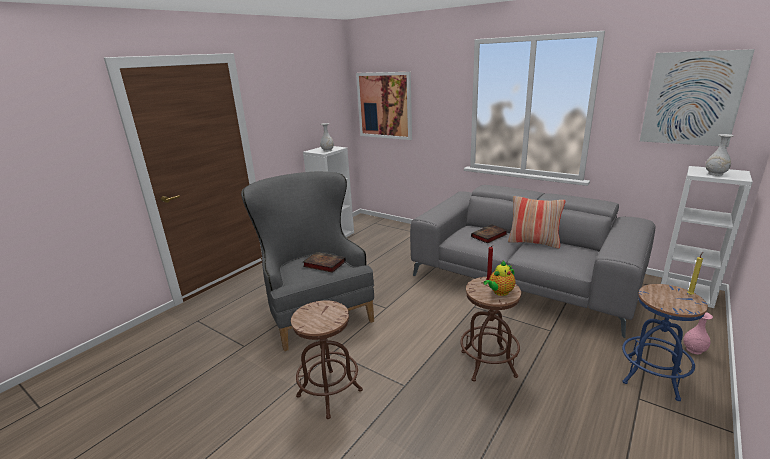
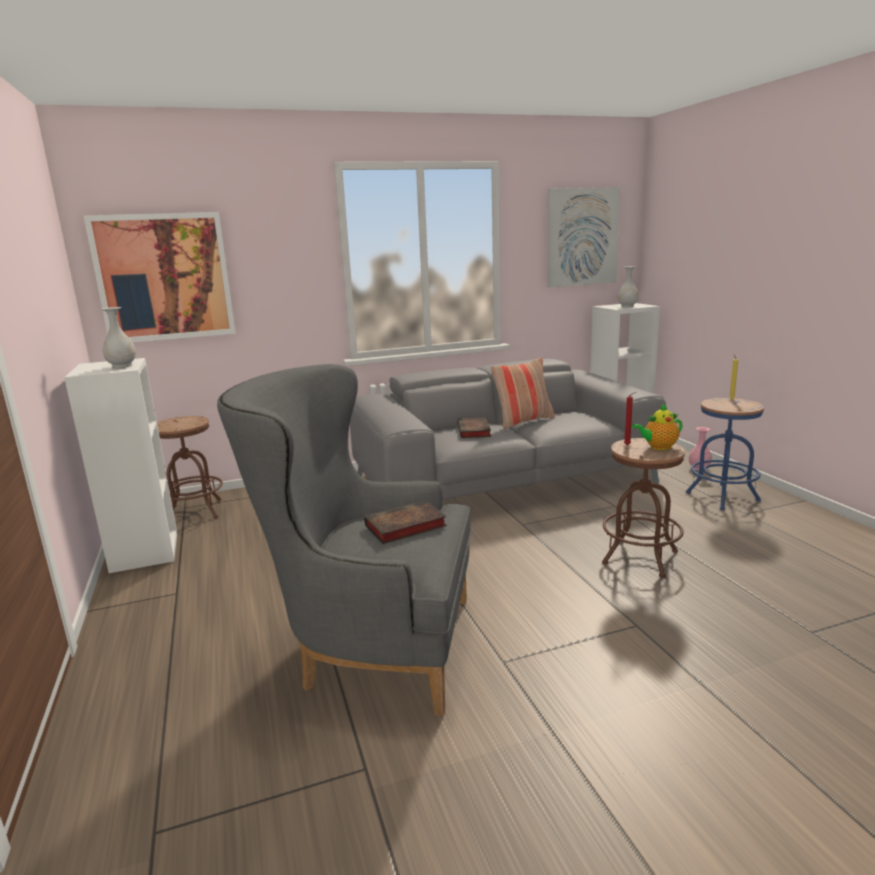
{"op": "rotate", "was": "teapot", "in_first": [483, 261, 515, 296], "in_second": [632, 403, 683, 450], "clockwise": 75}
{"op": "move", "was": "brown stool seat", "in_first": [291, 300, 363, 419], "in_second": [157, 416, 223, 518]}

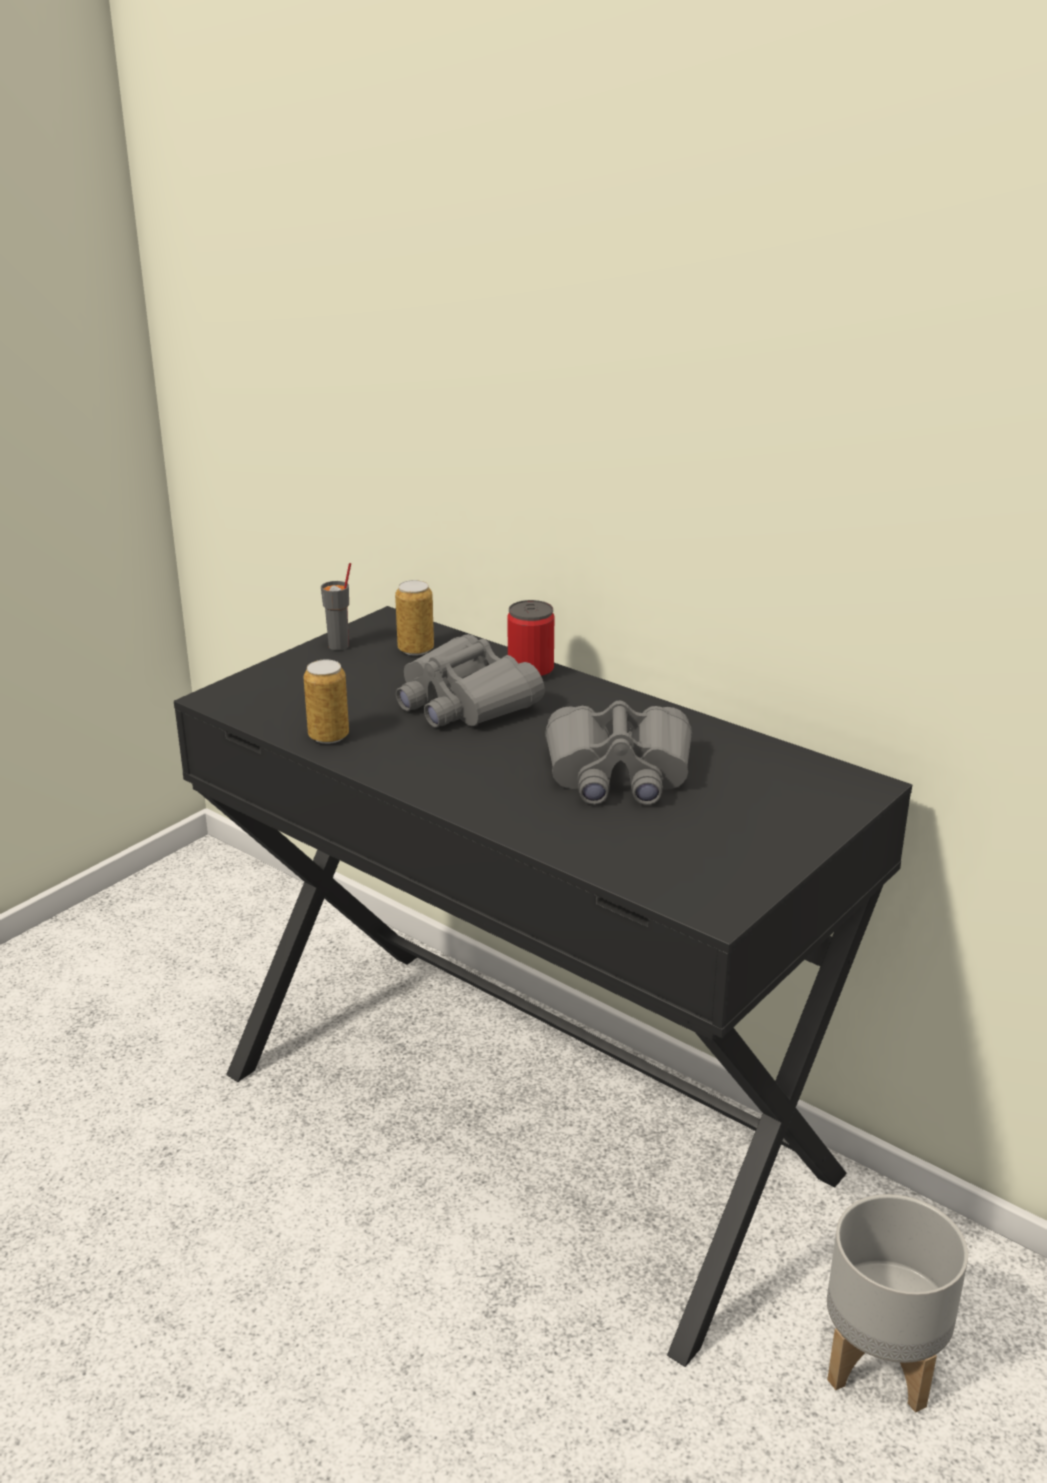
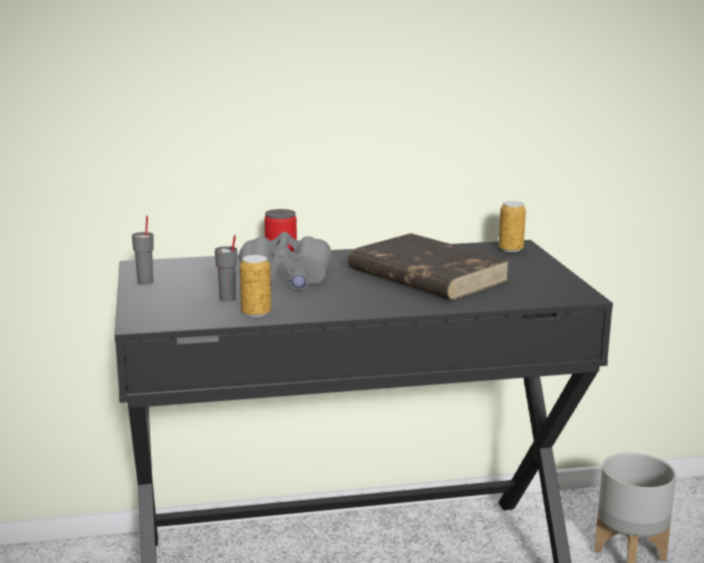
{"op": "move", "was": "sealed can", "in_first": [395, 580, 434, 656], "in_second": [499, 201, 526, 252]}
{"op": "replace", "was": "gray field glasses", "now": "brown bound book", "in_first": [545, 700, 692, 805], "in_second": [347, 233, 511, 300]}
{"op": "insert", "now": "gray drinking cup", "in_second": [215, 235, 237, 302]}

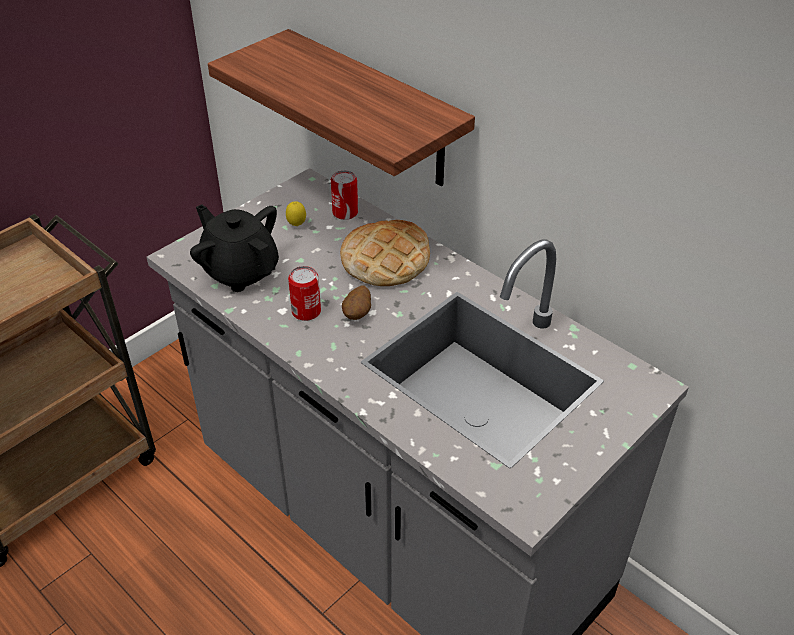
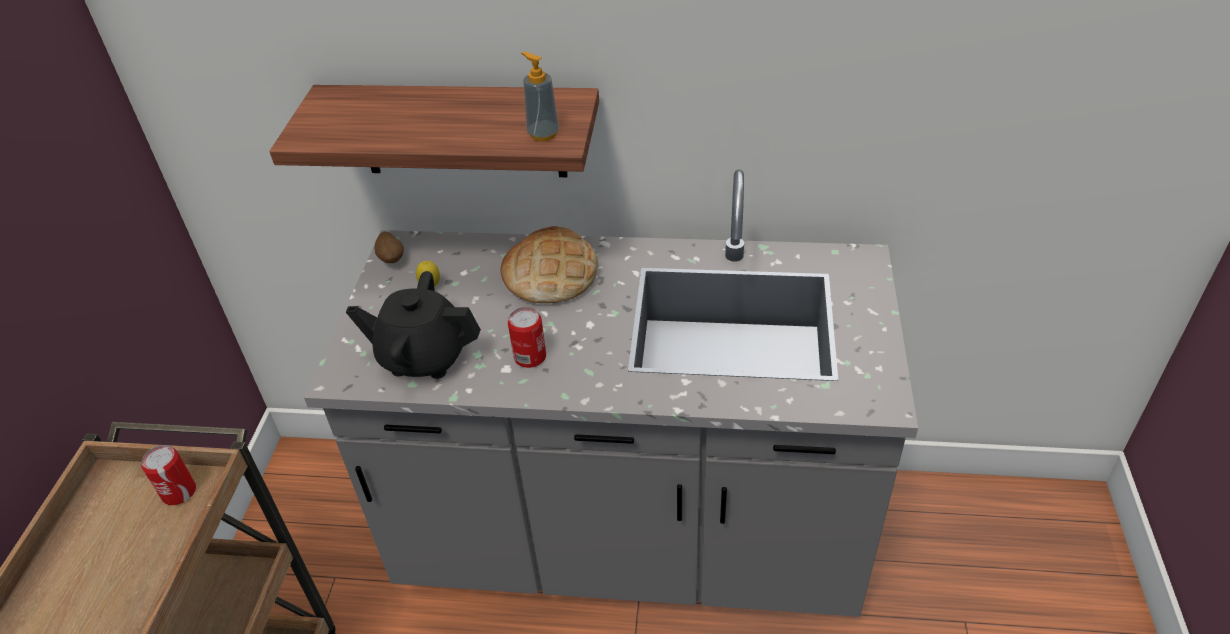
{"op": "move", "was": "sealed can", "in_first": [331, 170, 358, 220], "in_second": [142, 445, 196, 505]}
{"op": "move", "was": "potato", "in_first": [342, 285, 371, 320], "in_second": [374, 231, 404, 263]}
{"op": "insert", "now": "soap dispenser", "in_second": [521, 52, 559, 141]}

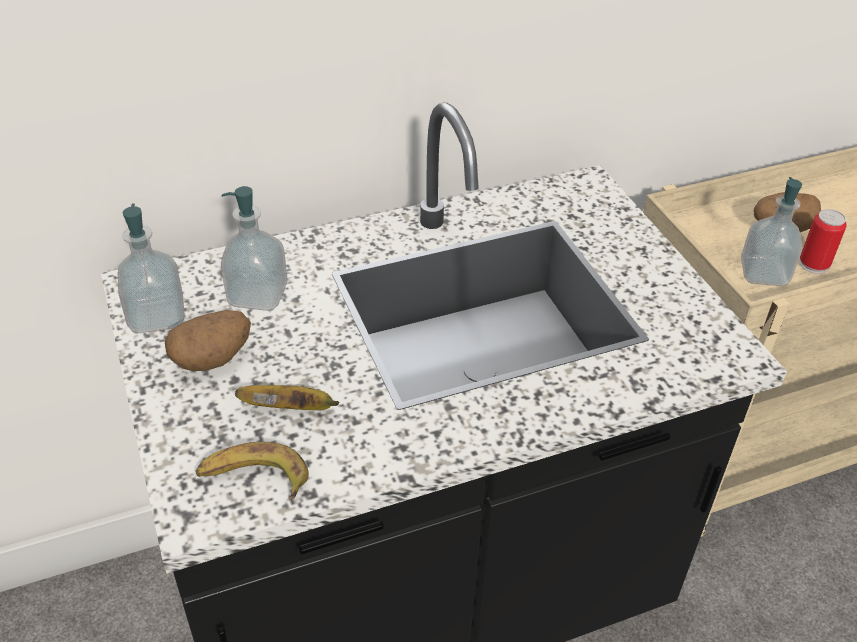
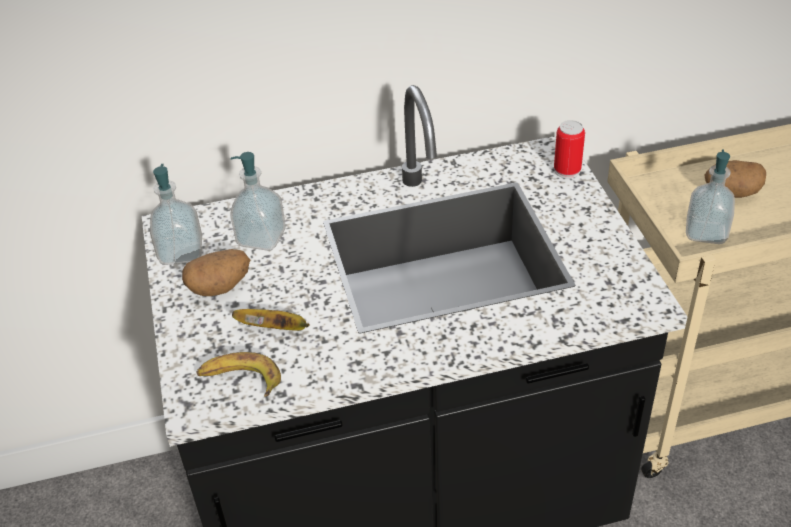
{"op": "move", "was": "sealed can", "in_first": [800, 209, 847, 274], "in_second": [554, 120, 585, 179]}

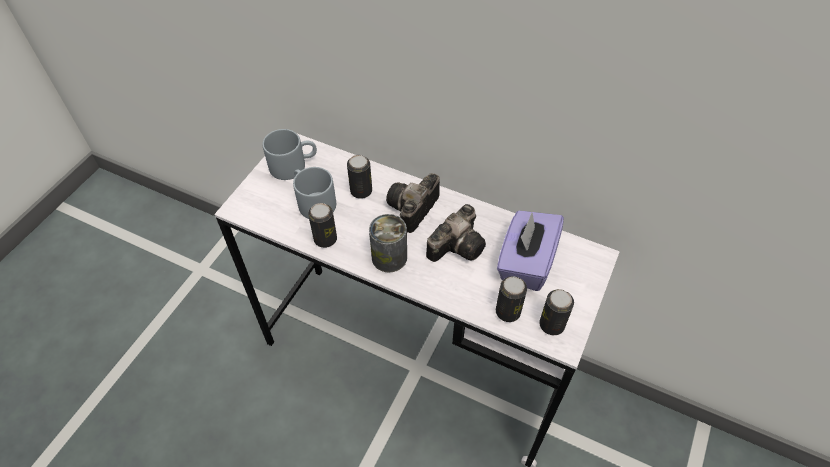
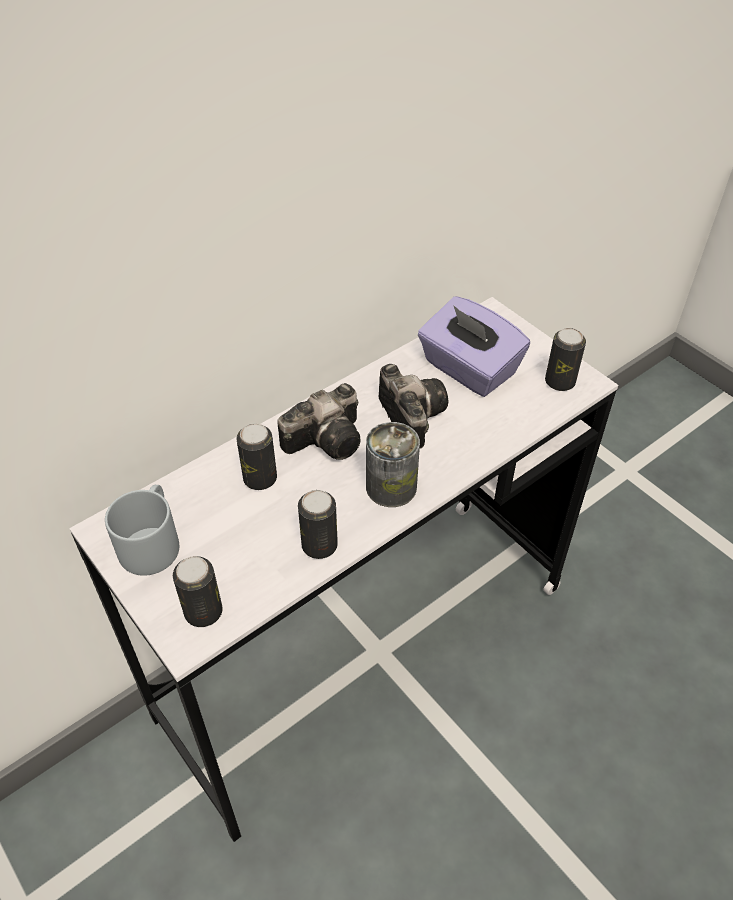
{"op": "delete", "was": "gray coffee mug", "in_first": [293, 167, 336, 219]}
{"op": "rotate", "was": "still camera", "in_first": [386, 173, 440, 233], "in_second": [278, 383, 360, 460], "clockwise": -90}
{"op": "move", "was": "sealed can", "in_first": [496, 276, 527, 322], "in_second": [173, 556, 223, 627]}

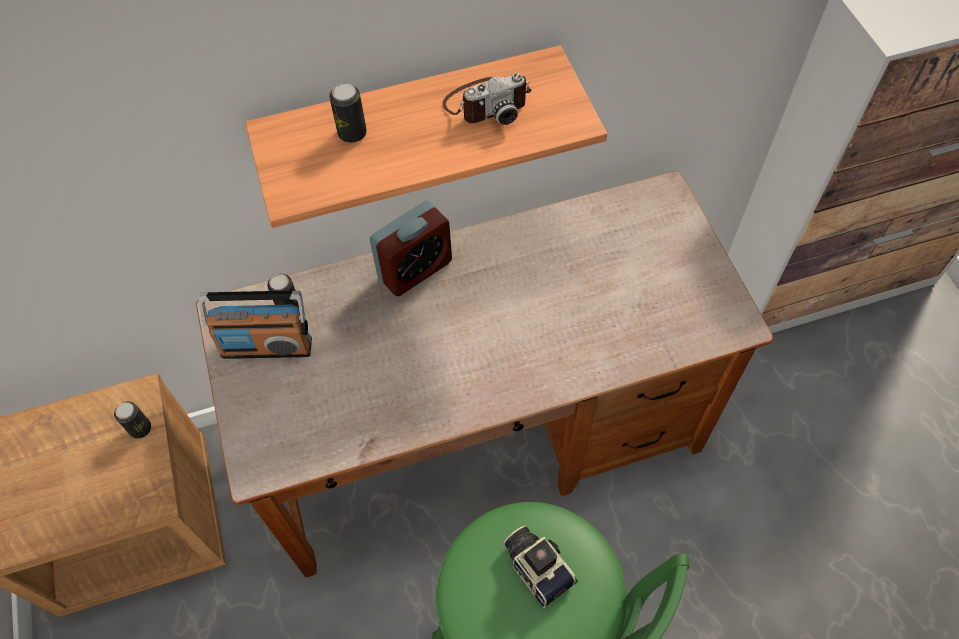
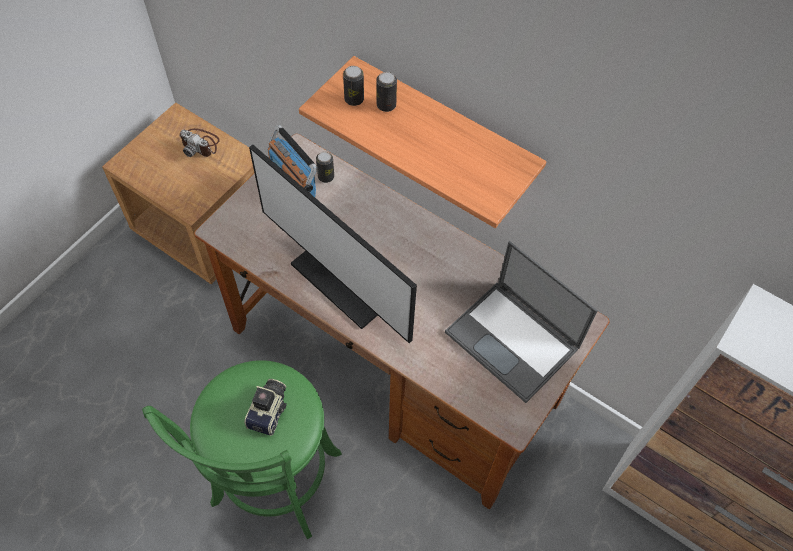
{"op": "move", "was": "still camera", "in_first": [442, 73, 532, 125], "in_second": [180, 128, 220, 157]}
{"op": "delete", "was": "table clock", "in_first": [370, 201, 452, 297]}
{"op": "move", "was": "sealed can", "in_first": [114, 401, 151, 439], "in_second": [343, 66, 364, 106]}
{"op": "insert", "now": "monitor", "in_second": [249, 144, 417, 343]}
{"op": "insert", "now": "notebook computer", "in_second": [445, 241, 598, 403]}

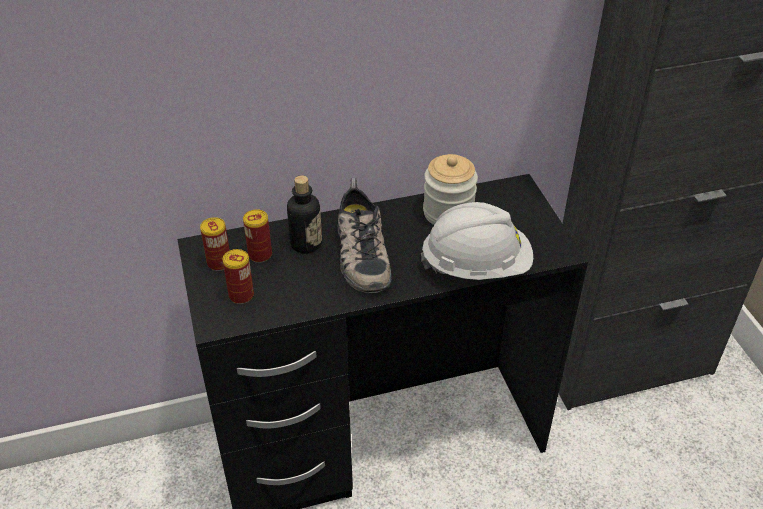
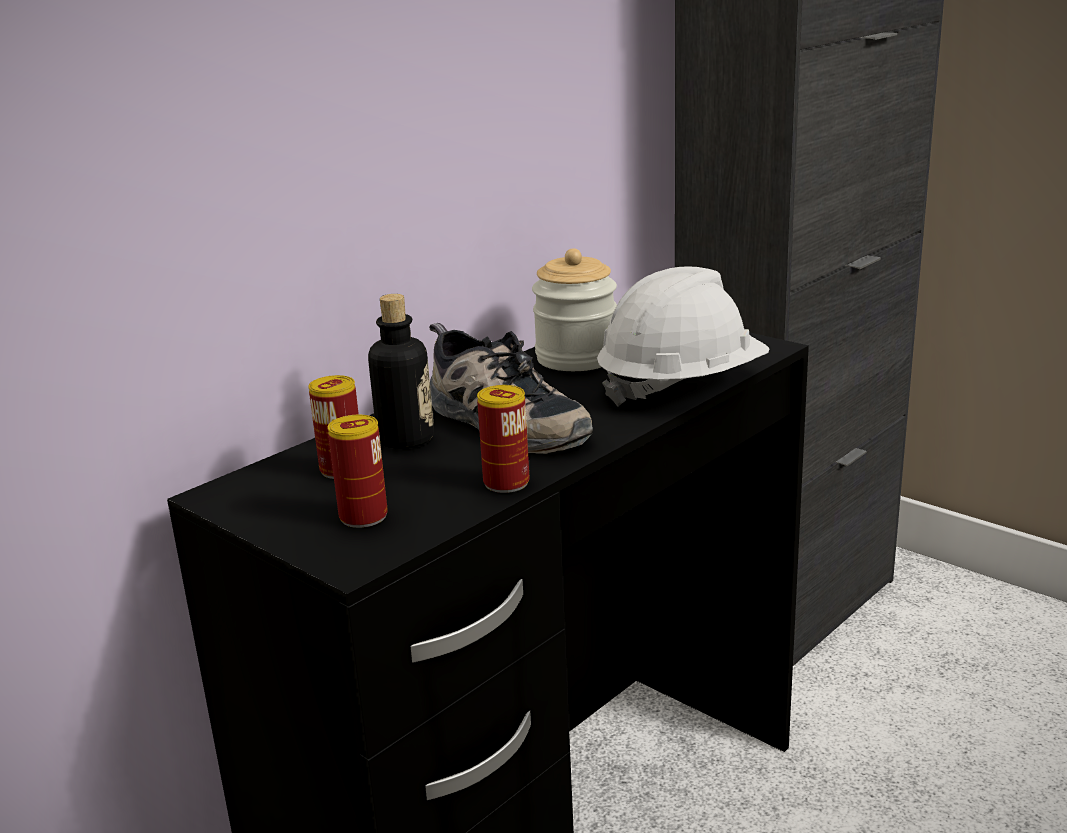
{"op": "move", "was": "sealed can", "in_first": [200, 217, 230, 271], "in_second": [477, 385, 530, 493]}

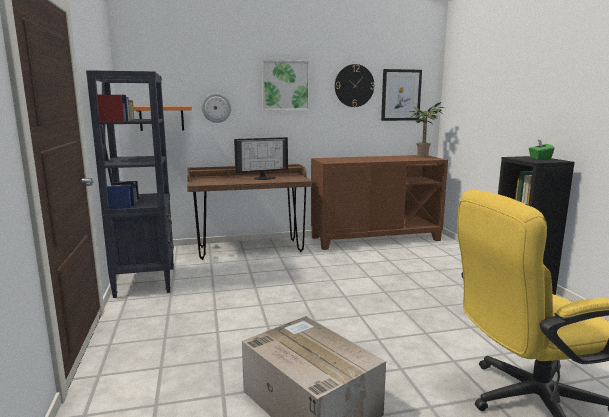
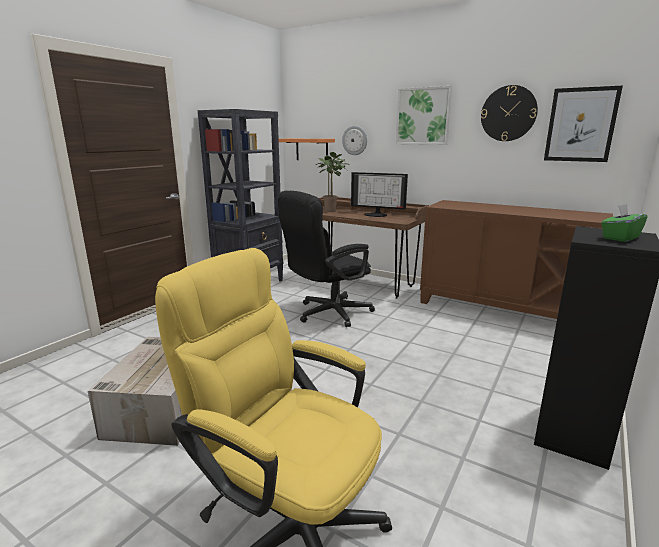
{"op": "move", "was": "houseplant", "in_first": [409, 102, 444, 158], "in_second": [316, 152, 347, 212]}
{"op": "insert", "now": "blackish office chair", "in_second": [278, 191, 375, 327]}

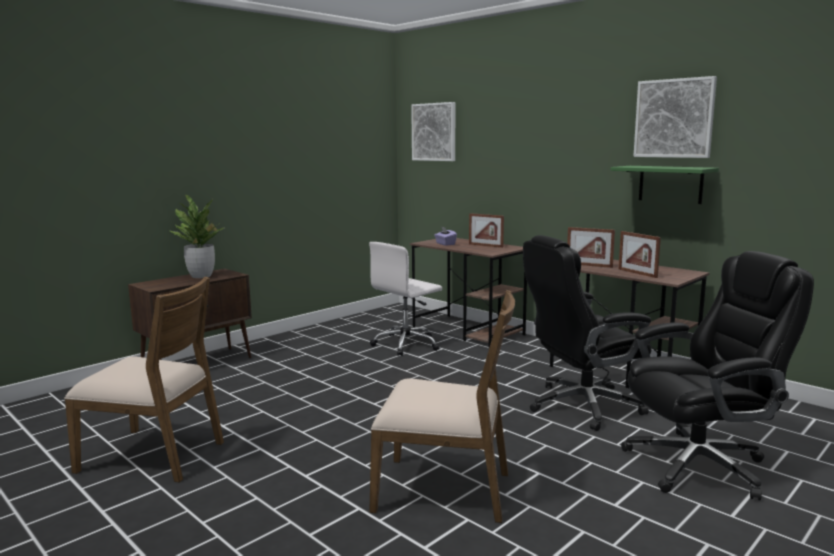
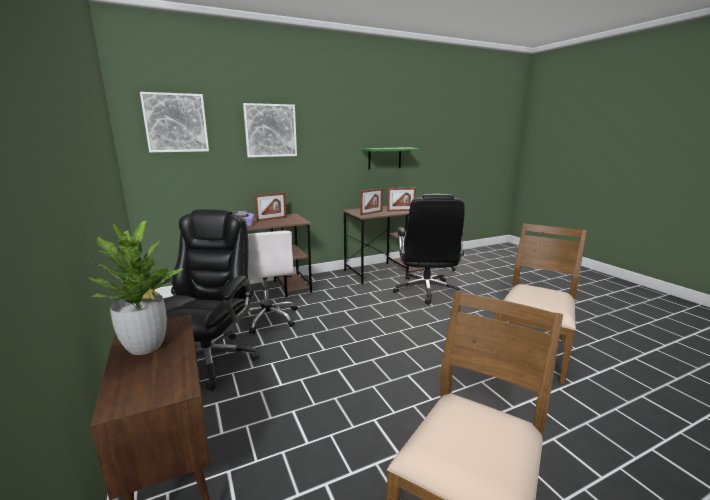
{"op": "move", "was": "wall art", "in_first": [633, 76, 717, 158], "in_second": [243, 103, 297, 157]}
{"op": "move", "was": "blackish office chair", "in_first": [621, 251, 814, 500], "in_second": [151, 209, 259, 391]}

